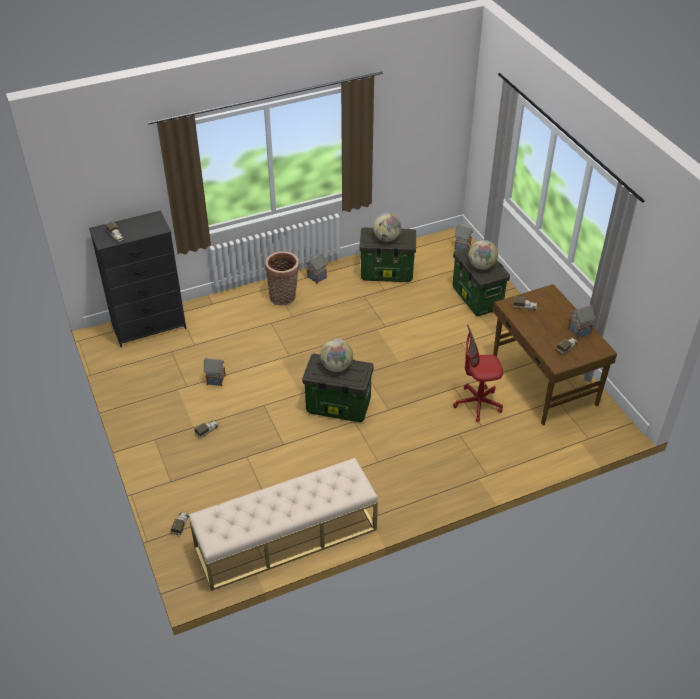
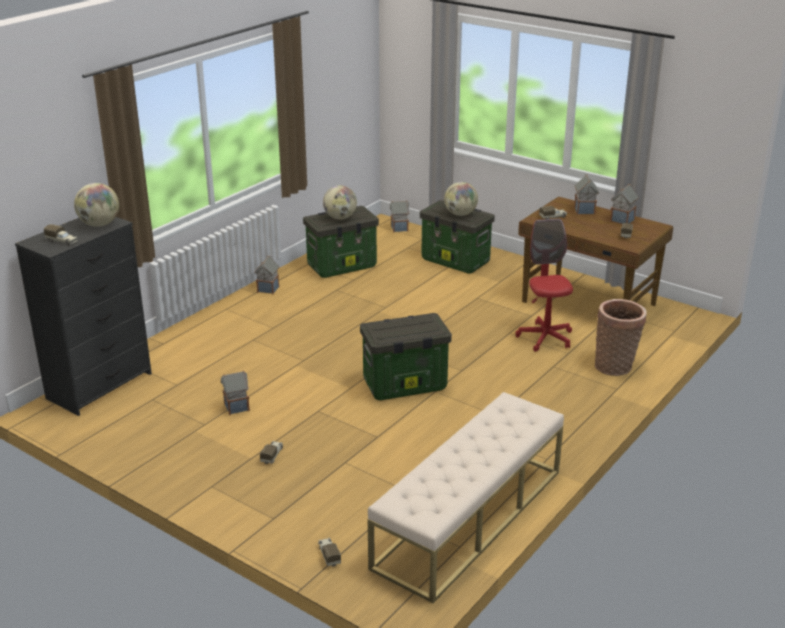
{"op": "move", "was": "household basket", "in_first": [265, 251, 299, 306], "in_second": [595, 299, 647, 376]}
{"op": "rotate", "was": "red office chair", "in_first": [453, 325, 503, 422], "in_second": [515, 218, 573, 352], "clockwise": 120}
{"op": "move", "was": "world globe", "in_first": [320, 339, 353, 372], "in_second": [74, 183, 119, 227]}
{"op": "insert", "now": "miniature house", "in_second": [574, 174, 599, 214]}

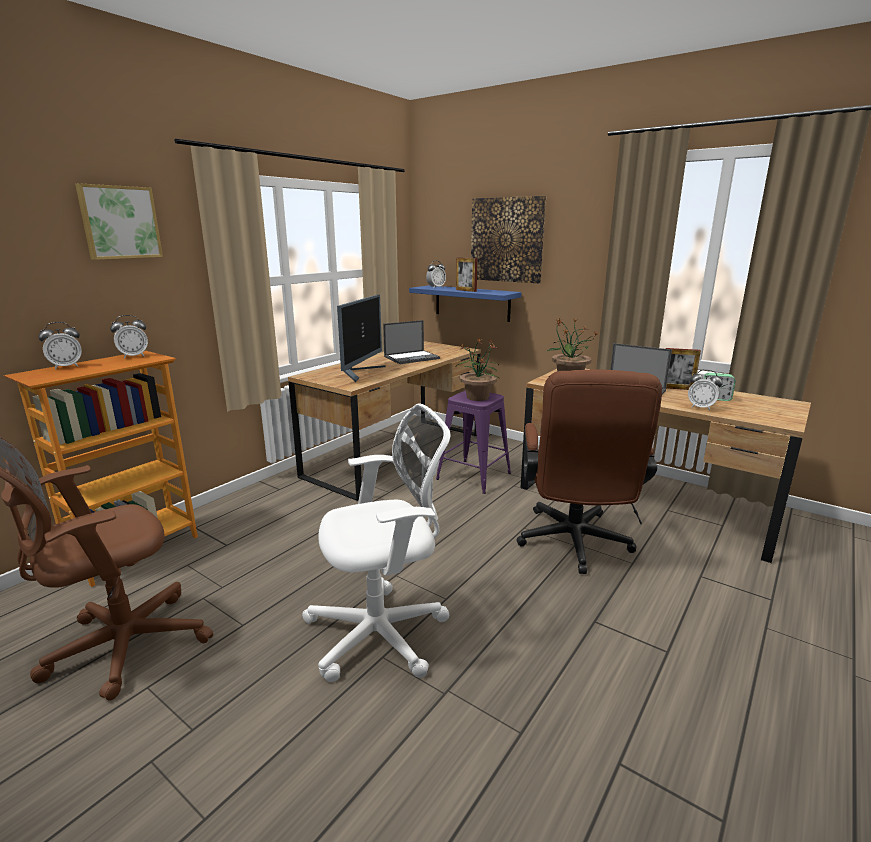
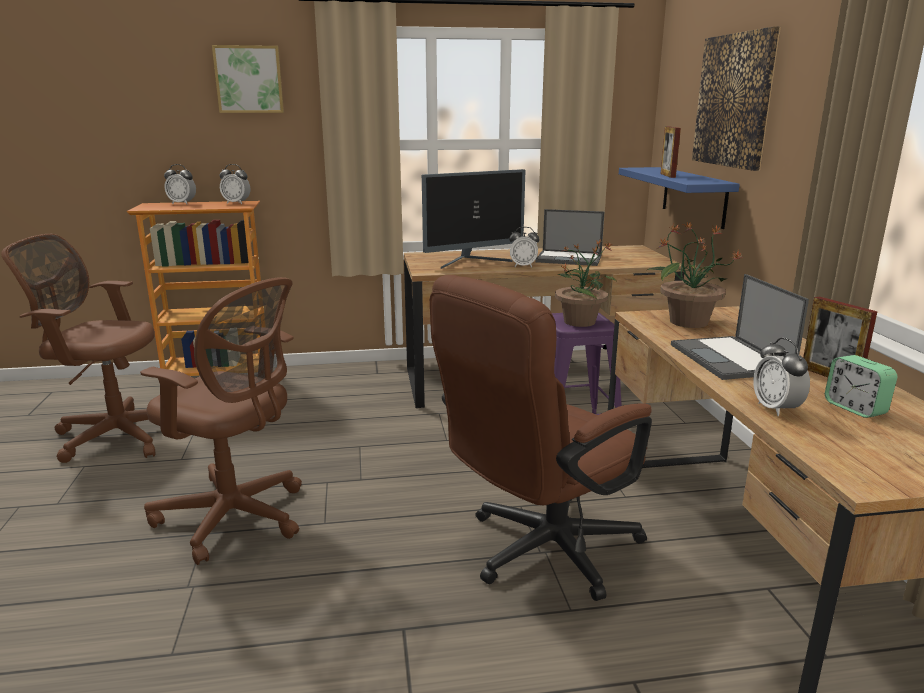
{"op": "move", "was": "table clock", "in_first": [426, 260, 446, 288], "in_second": [509, 227, 540, 268]}
{"op": "recolor", "was": "white-coloured office chair", "now": "brown office chair", "in_first": [302, 403, 450, 682], "in_second": [140, 277, 302, 565]}

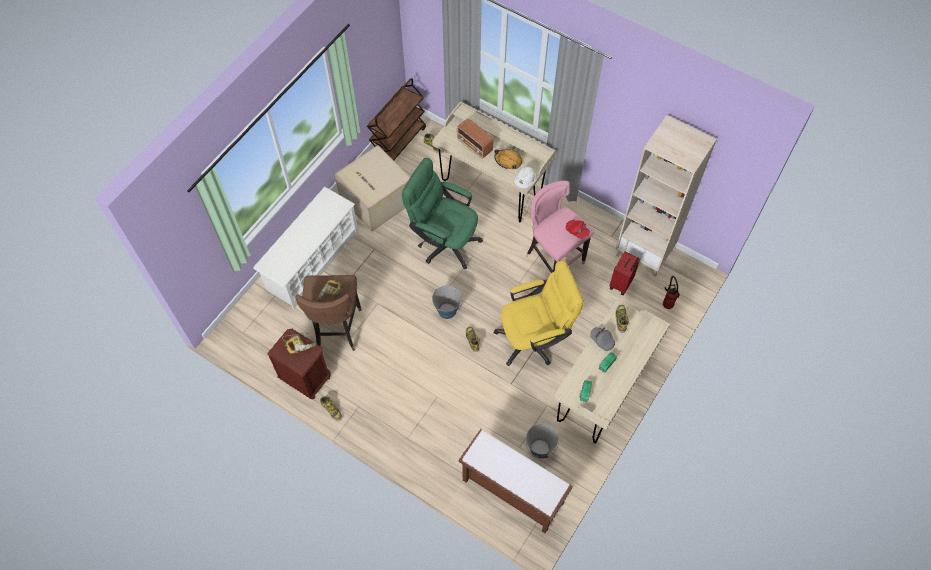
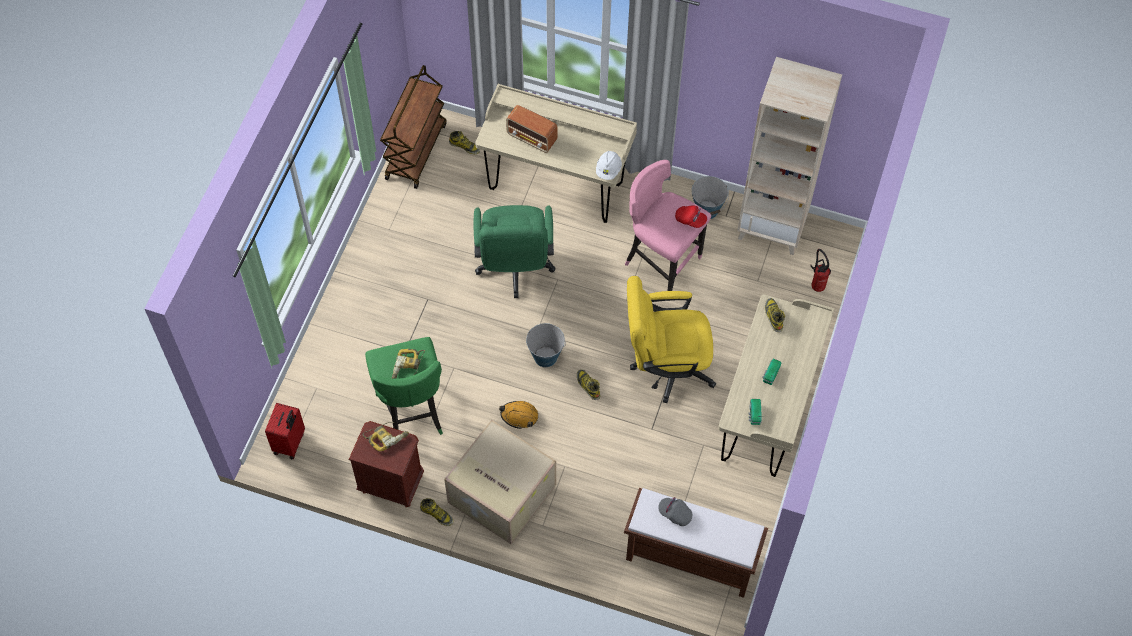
{"op": "move", "was": "packing box", "in_first": [335, 145, 410, 231], "in_second": [444, 420, 556, 544]}
{"op": "move", "was": "orangey safety helmet", "in_first": [494, 149, 522, 169], "in_second": [499, 401, 538, 429]}
{"op": "rotate", "was": "green-coloured office chair", "in_first": [402, 158, 483, 269], "in_second": [474, 205, 556, 298], "clockwise": -105}
{"op": "delete", "was": "white-coloured shoe shelf", "in_first": [253, 187, 358, 309]}
{"op": "move", "was": "red travel case", "in_first": [609, 252, 640, 296], "in_second": [265, 403, 305, 459]}
{"op": "rotate", "was": "yellowish office chair", "in_first": [494, 260, 584, 366], "in_second": [627, 276, 716, 403], "clockwise": -150}
{"op": "recolor", "was": "brown stool seat", "now": "green-coloured stool seat", "in_first": [295, 275, 362, 351], "in_second": [365, 337, 443, 435]}
{"op": "move", "was": "gray cap", "in_first": [590, 327, 615, 351], "in_second": [658, 497, 692, 526]}
{"op": "move", "was": "water bucket", "in_first": [526, 424, 559, 459], "in_second": [692, 176, 729, 219]}

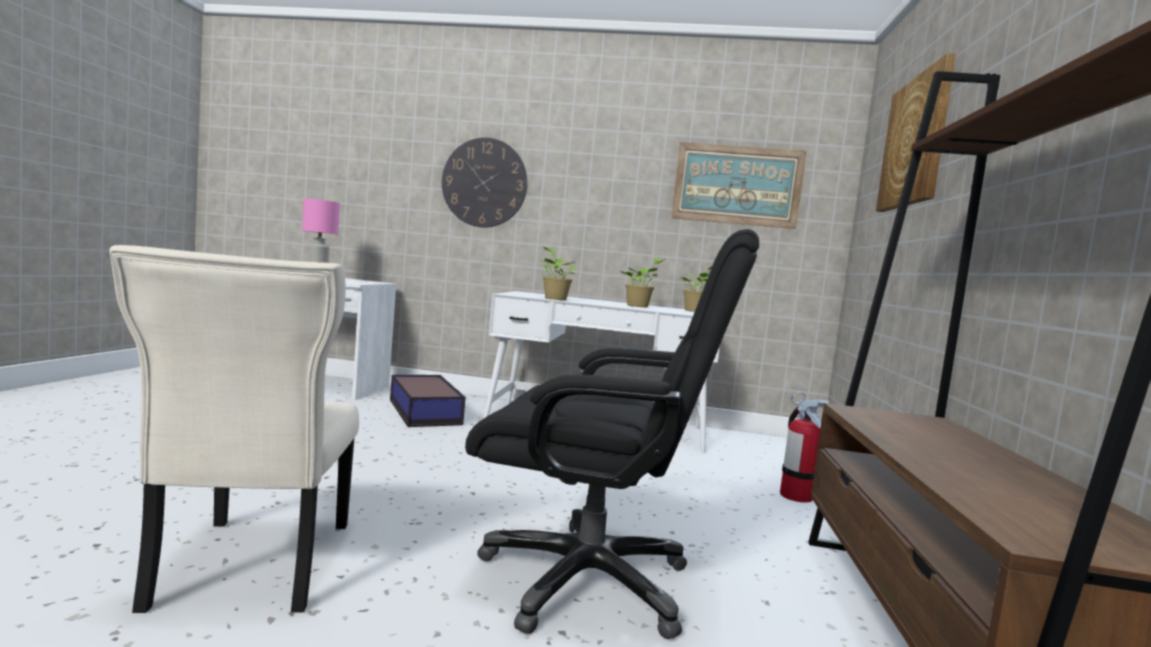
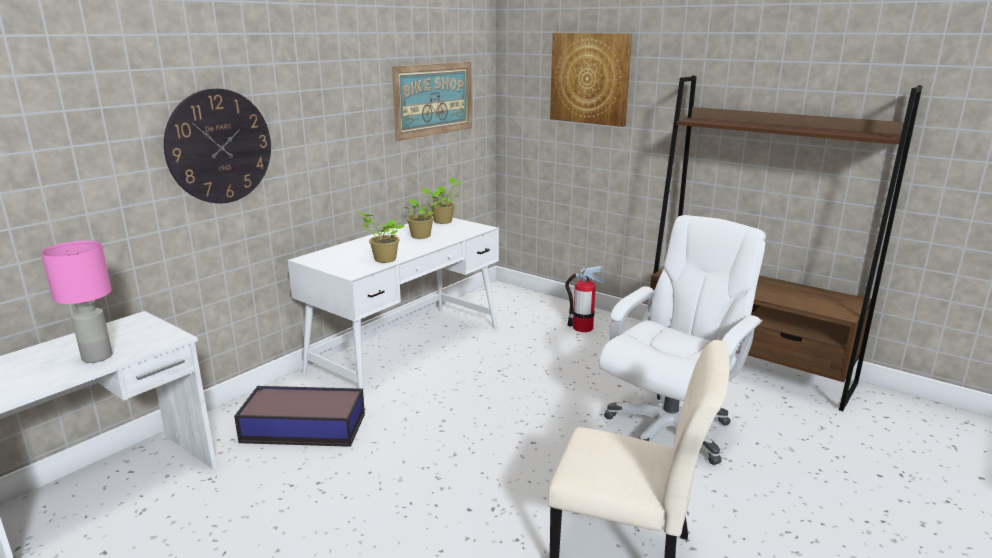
{"op": "recolor", "was": "blackish office chair", "now": "white-coloured office chair", "in_first": [465, 229, 759, 639], "in_second": [599, 215, 766, 465]}

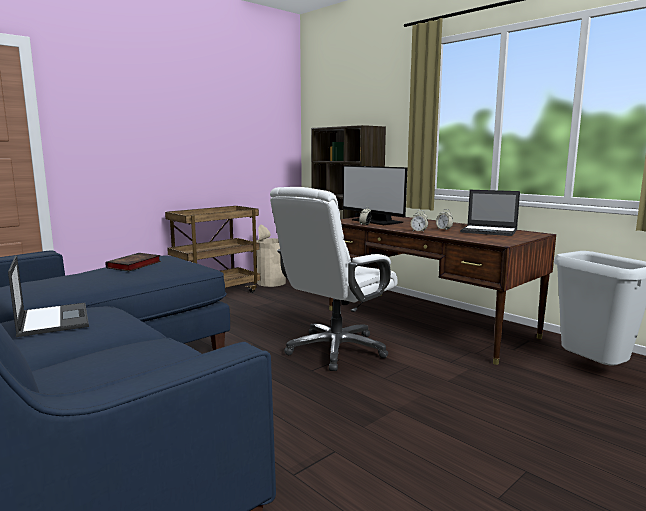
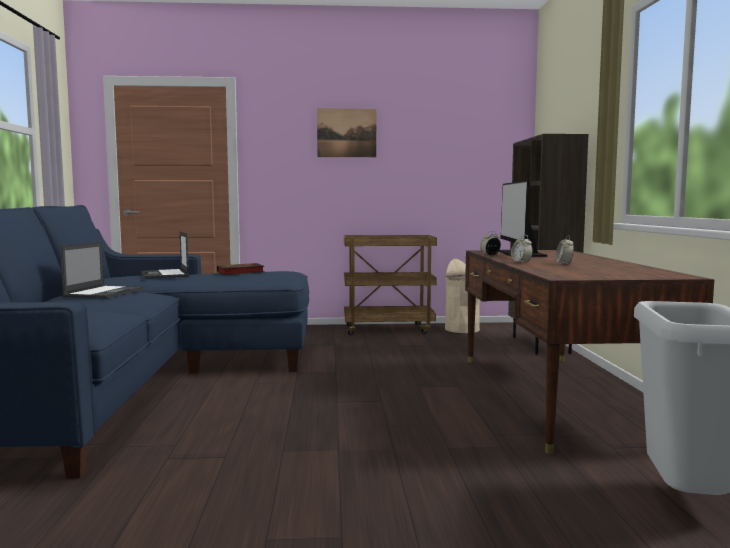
{"op": "delete", "was": "white-coloured office chair", "in_first": [270, 187, 398, 371]}
{"op": "move", "was": "notebook computer", "in_first": [460, 190, 520, 236], "in_second": [141, 231, 189, 279]}
{"op": "insert", "now": "wall art", "in_second": [317, 108, 376, 157]}

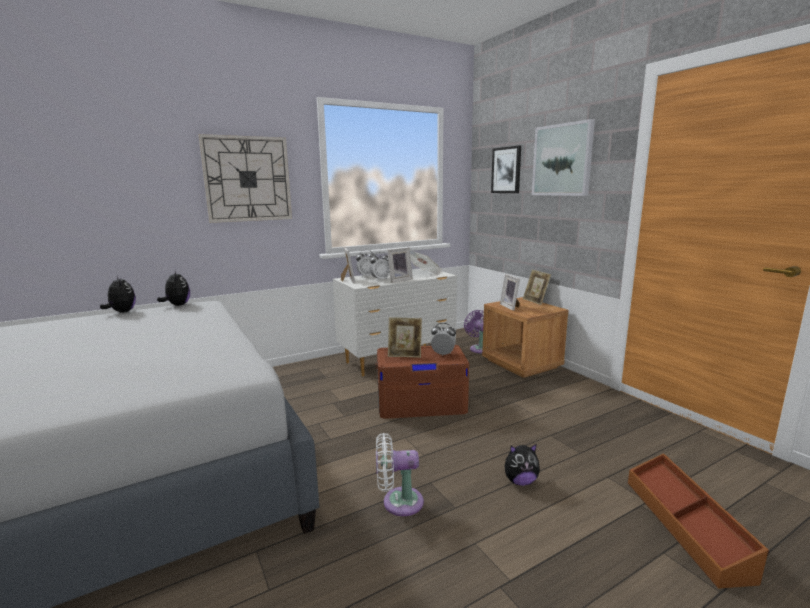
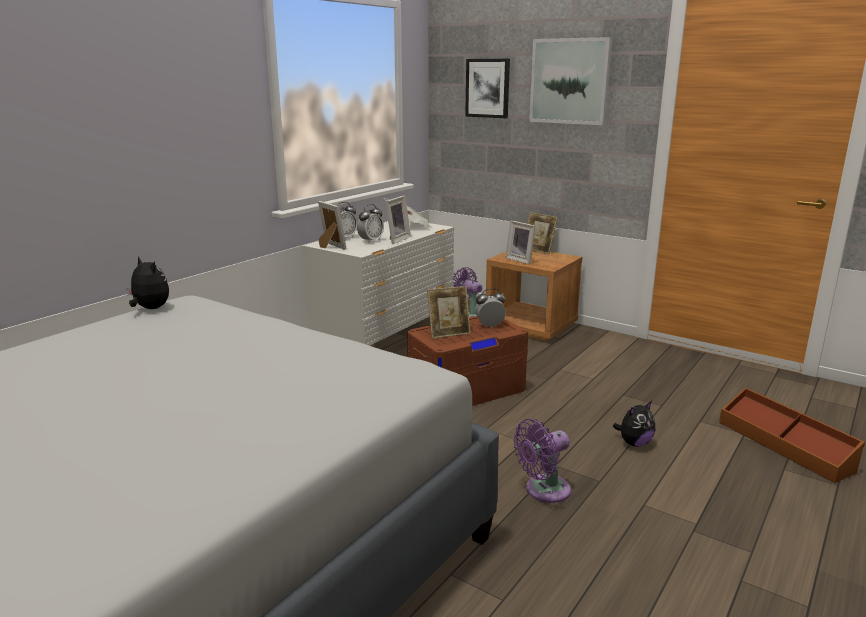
{"op": "delete", "was": "clock on the wall", "in_first": [198, 134, 292, 223]}
{"op": "delete", "was": "soft toy", "in_first": [100, 276, 136, 312]}
{"op": "recolor", "was": "white-coloured electric fan", "now": "purplish electric fan", "in_first": [376, 433, 424, 516], "in_second": [513, 419, 571, 503]}

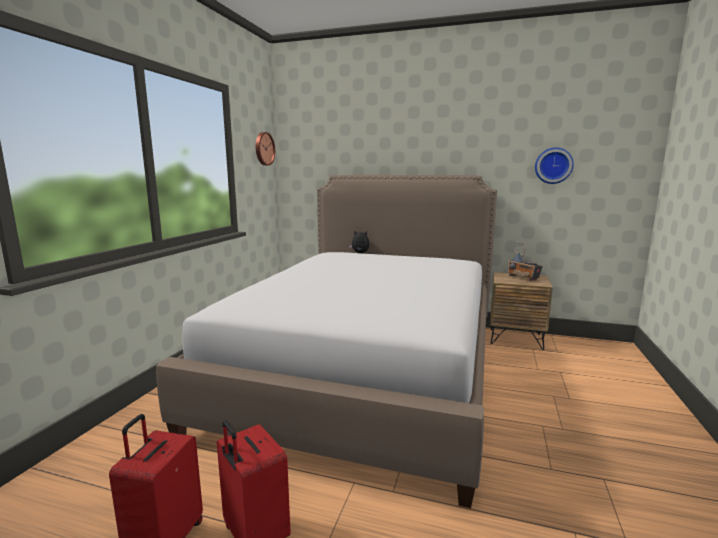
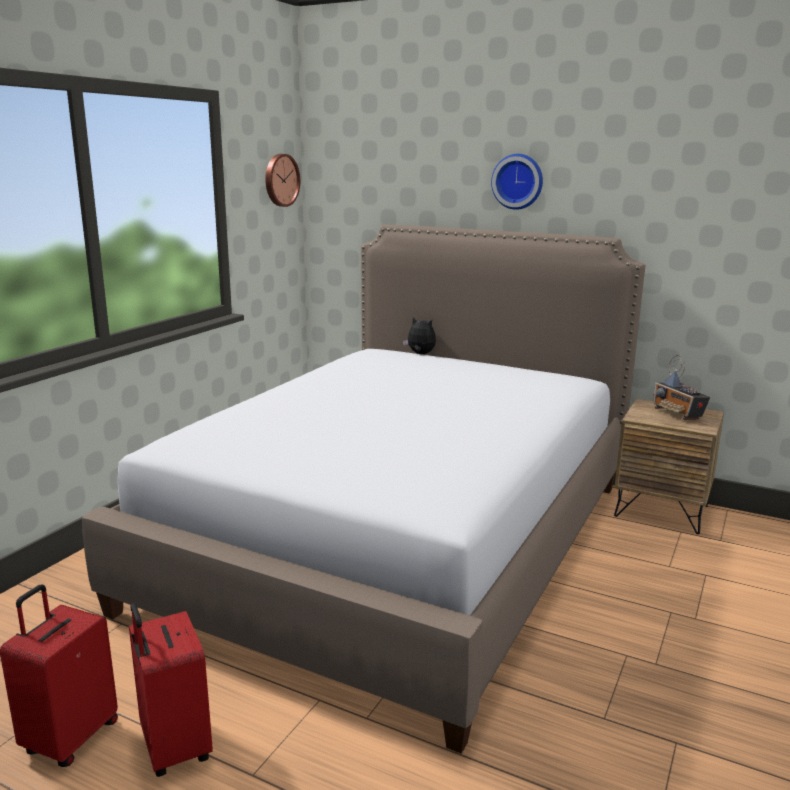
{"op": "move", "was": "clock on the wall", "in_first": [535, 148, 574, 184], "in_second": [491, 154, 543, 210]}

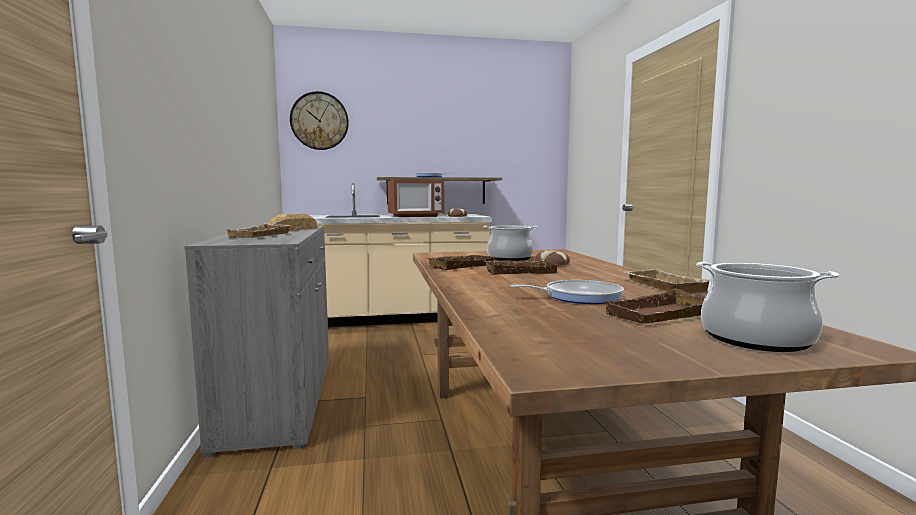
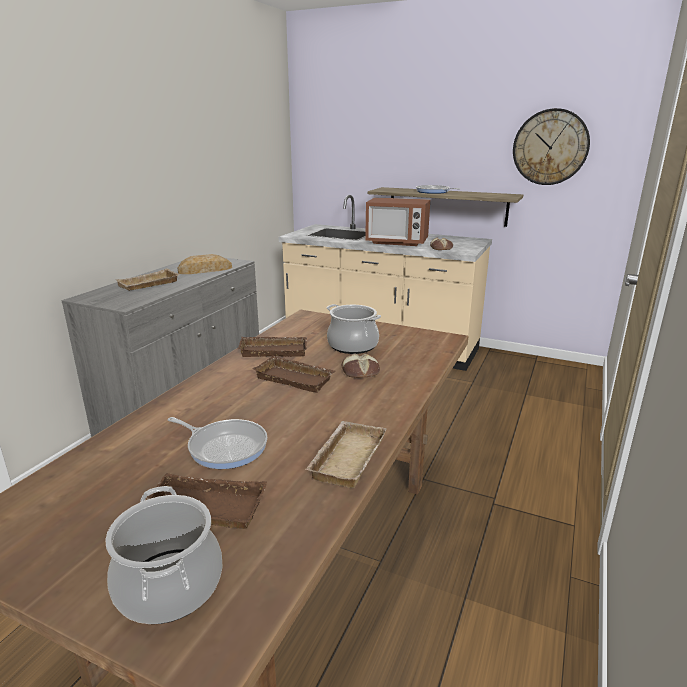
{"op": "move", "was": "clock on the wall", "in_first": [290, 91, 349, 150], "in_second": [513, 108, 590, 185]}

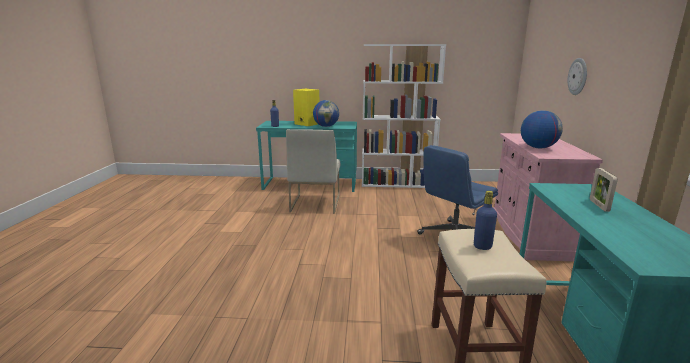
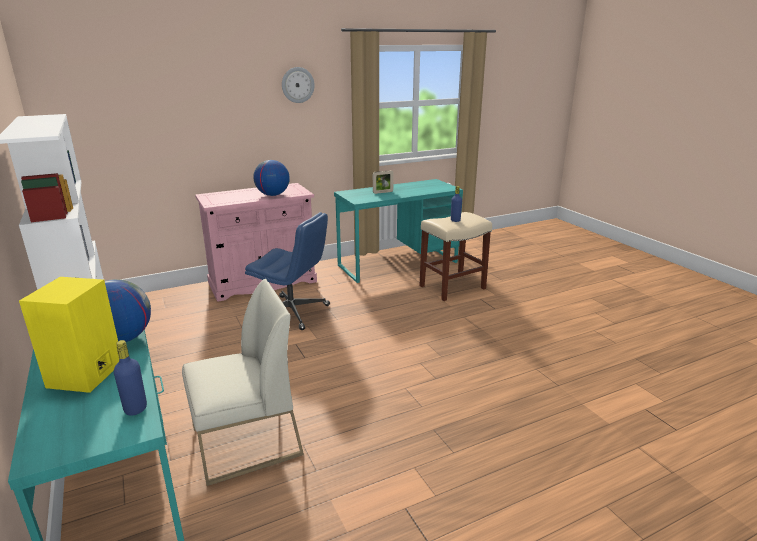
{"op": "move", "was": "clock on the wall", "in_first": [568, 58, 587, 95], "in_second": [282, 67, 315, 103]}

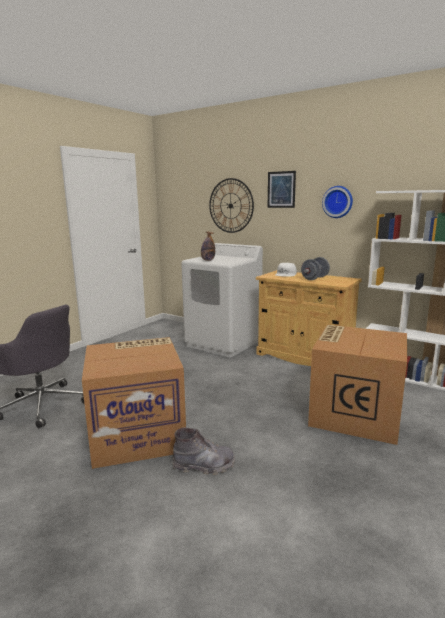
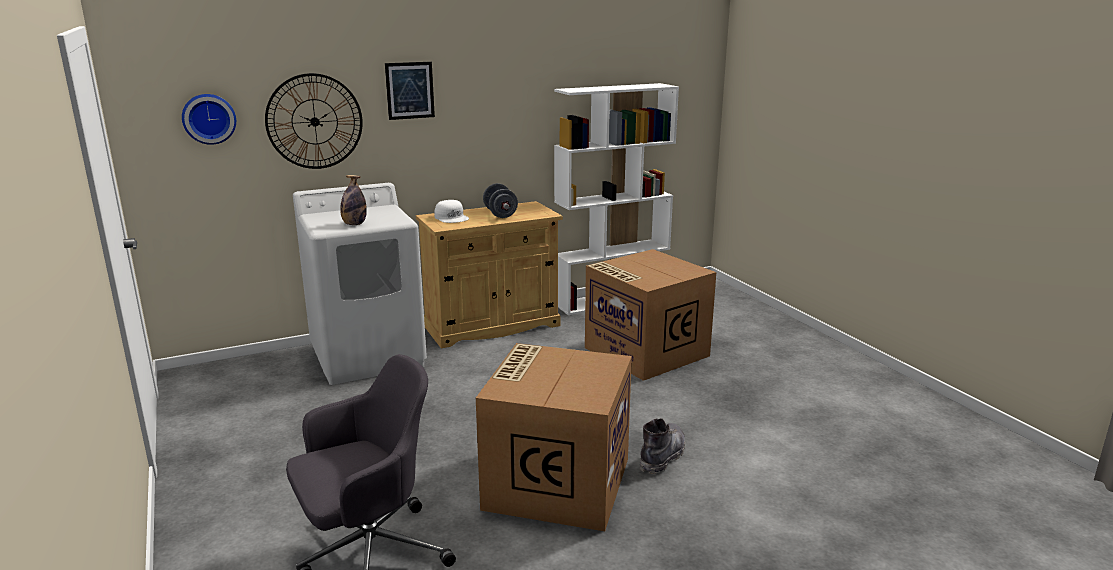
{"op": "move", "was": "clock on the wall", "in_first": [322, 186, 353, 218], "in_second": [182, 94, 236, 145]}

